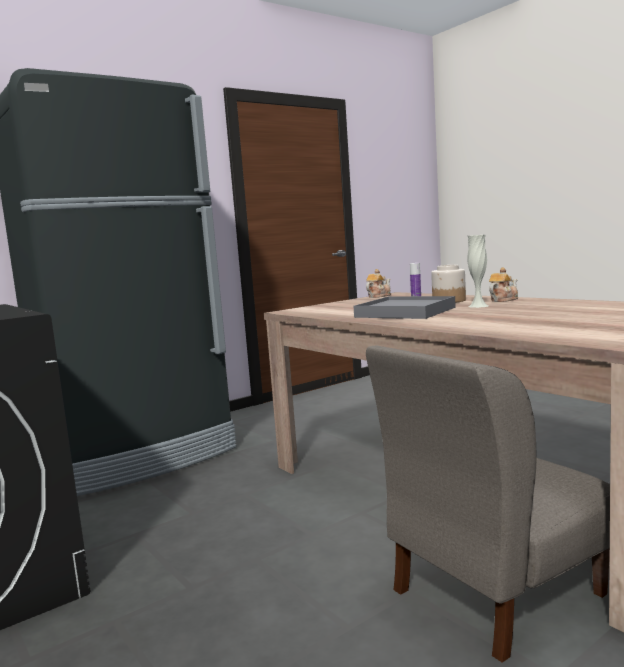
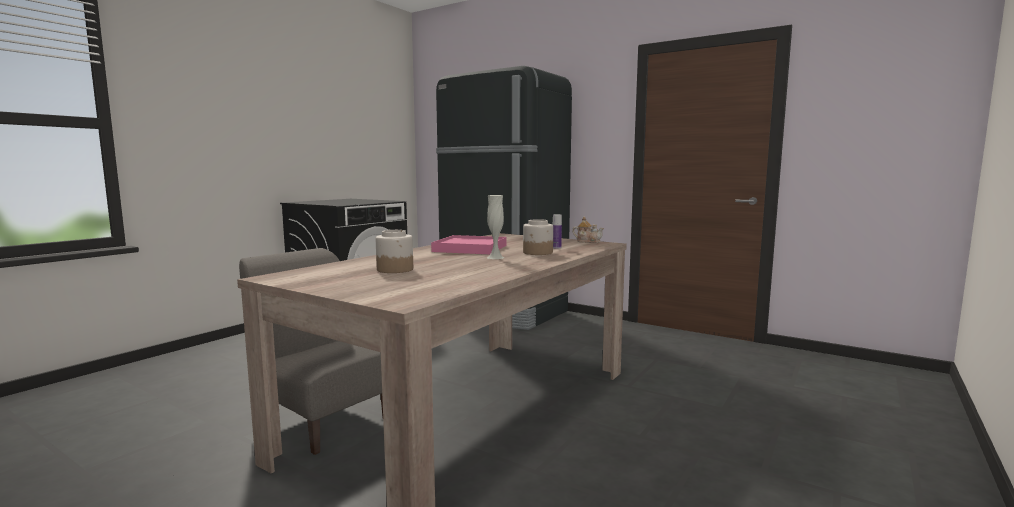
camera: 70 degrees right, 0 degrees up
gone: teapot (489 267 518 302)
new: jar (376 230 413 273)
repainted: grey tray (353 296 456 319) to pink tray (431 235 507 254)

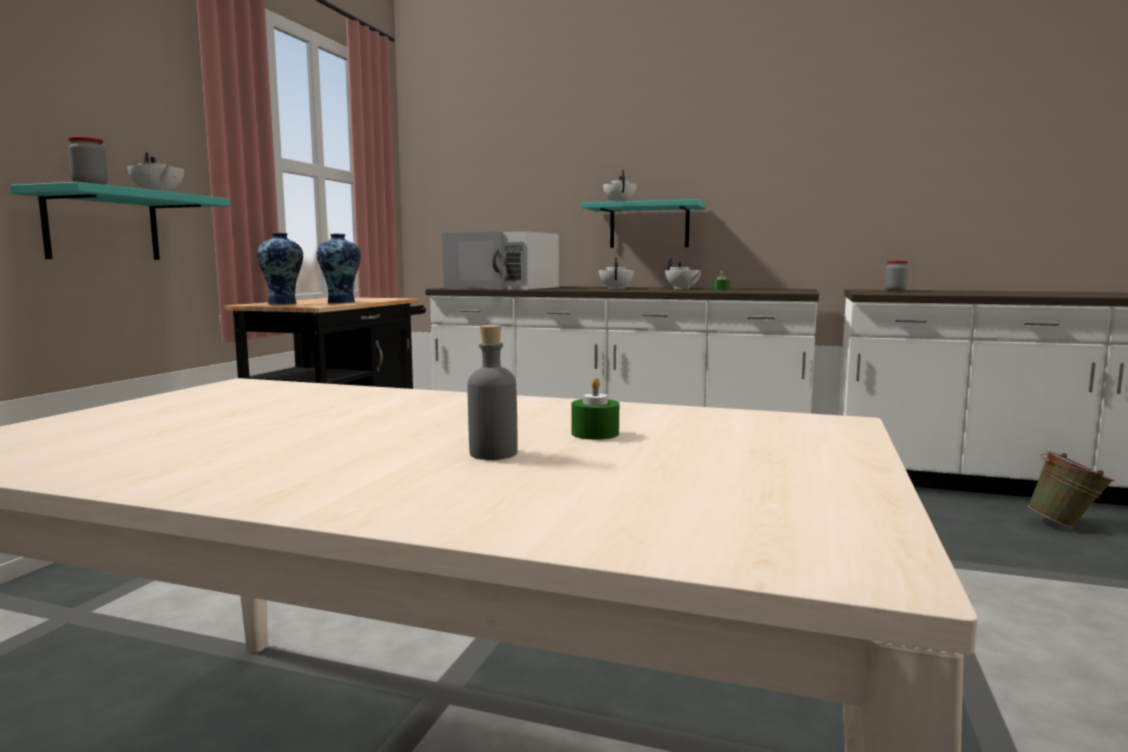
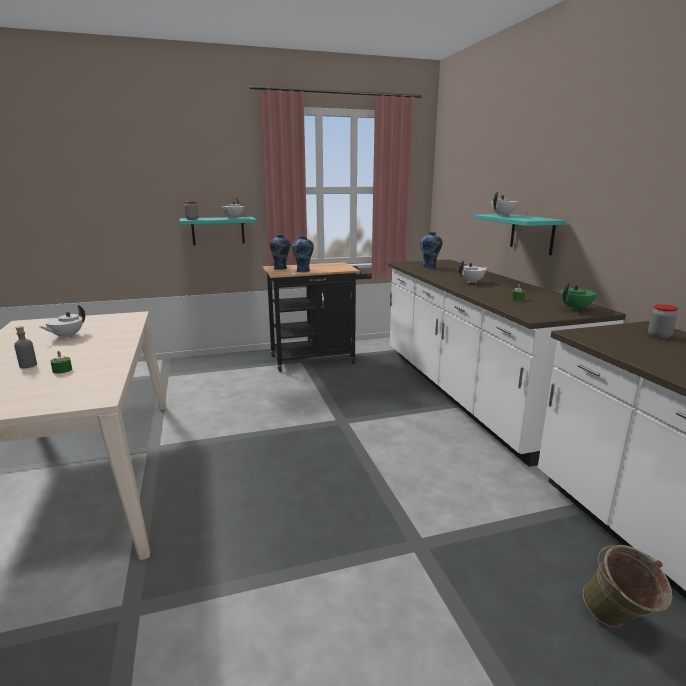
camera: 55 degrees right, 10 degrees up
new: green teapot (560 282 596 311)
shifted: white teapot (665 257 701 290) to (40 305 85 339)
swapped: white microwave (442 231 559 289) to vase (420 232 443 268)

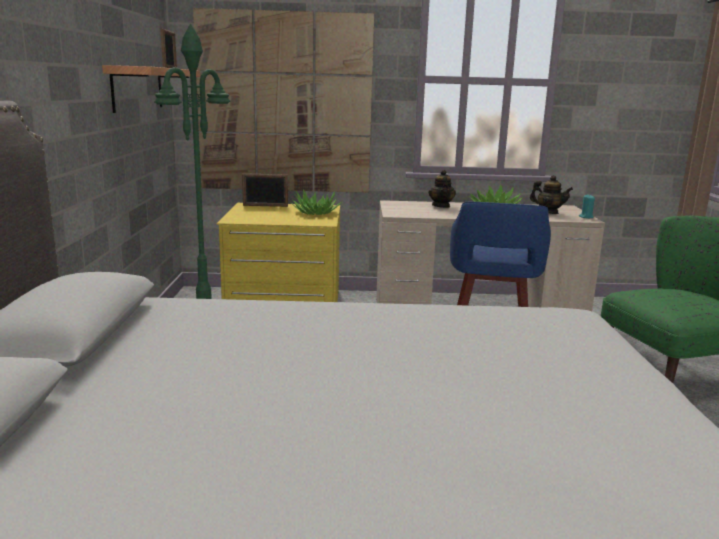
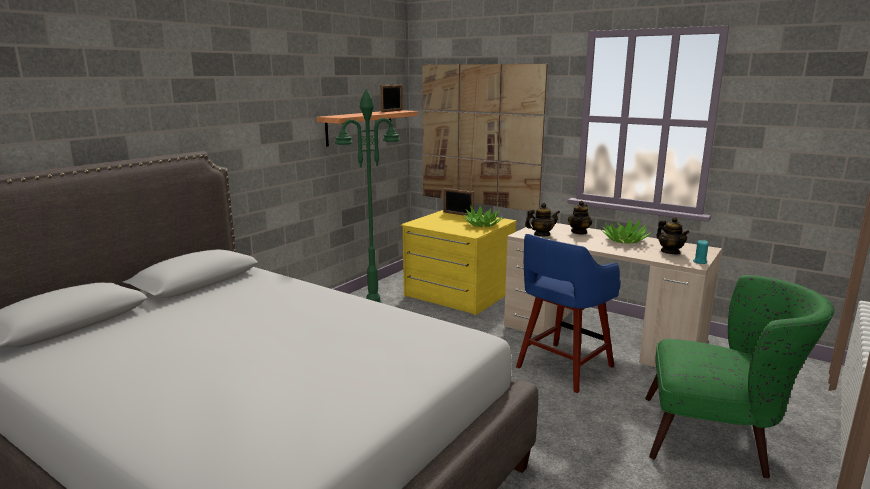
camera: 35 degrees right, 0 degrees up
new: teapot (525 203 560 236)

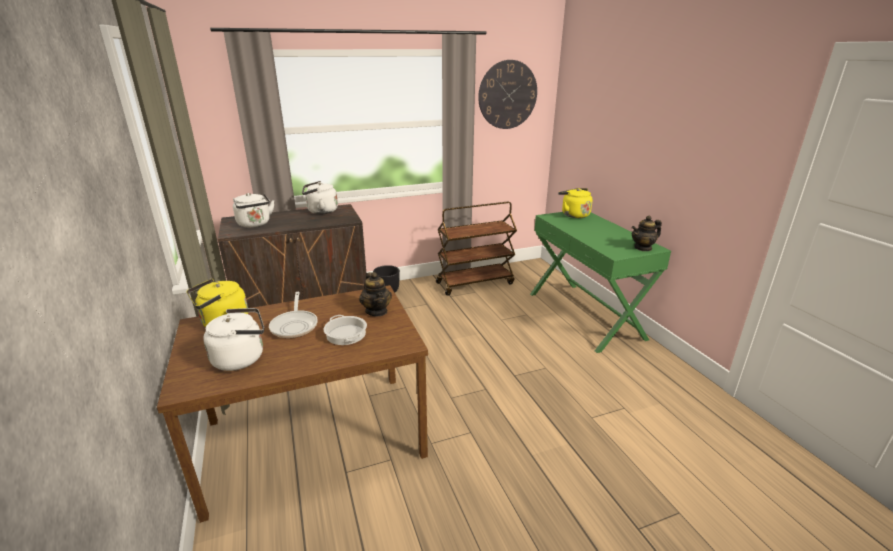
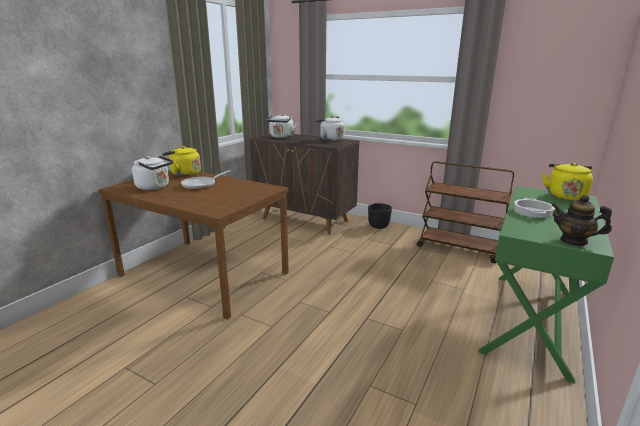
camera: 50 degrees right, 5 degrees down
gone: teapot (359 272 392 316); wall clock (478 60 537 129)
shifted: cooking pot (324 315 367 345) to (514 198 555 218)

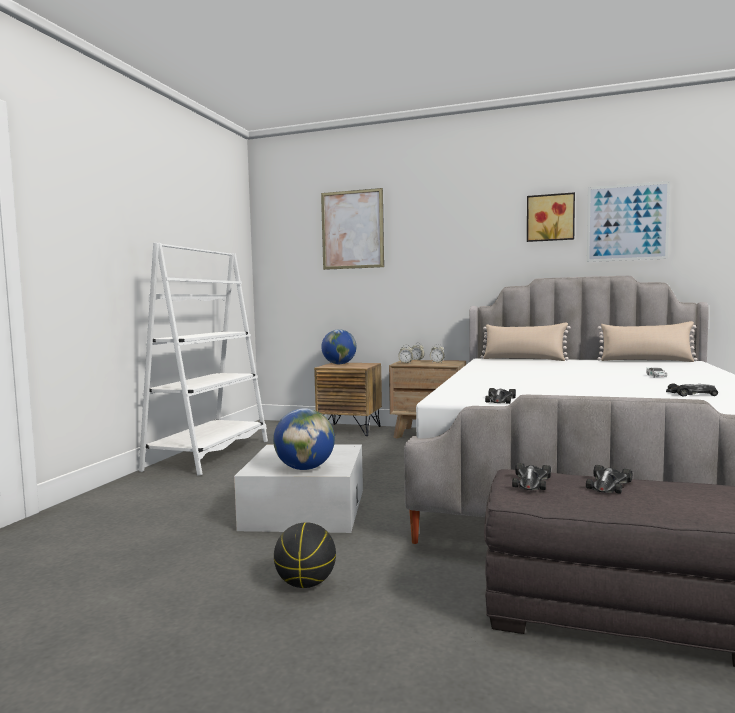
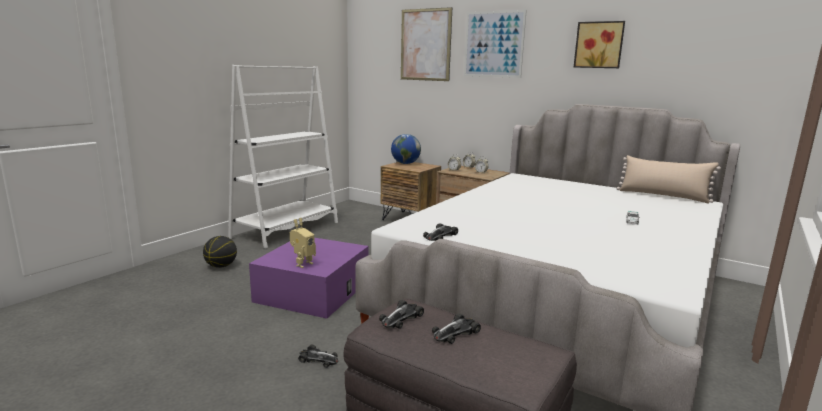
camera: 15 degrees right, 10 degrees up
gone: beige pillow (480 322 571 361)
shifted: basketball (274 522 336 588) to (203 236 237 268); toy car (666 383 718 397) to (298 345 338 368); picture (587 181 670 262) to (464 10 527 78)
swapped: globe (273 408 335 470) to toy robot (290 218 316 268)
repainted: white storage box (234 445 363 533) to purple storage box (249 238 368 319)

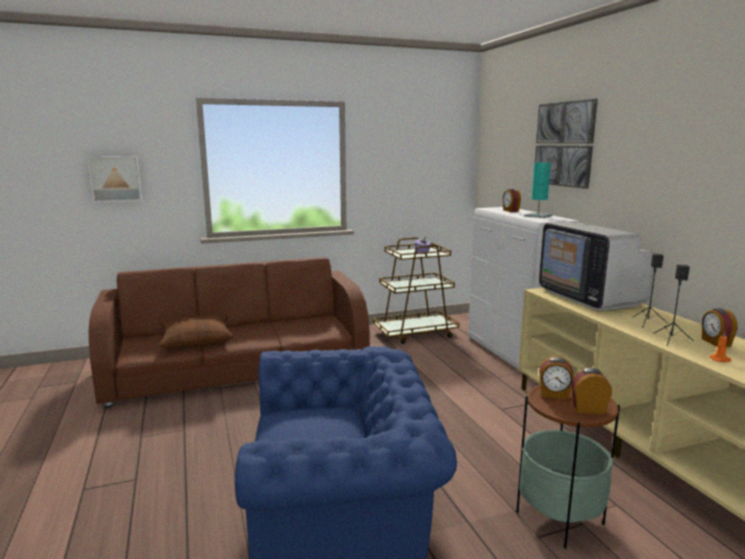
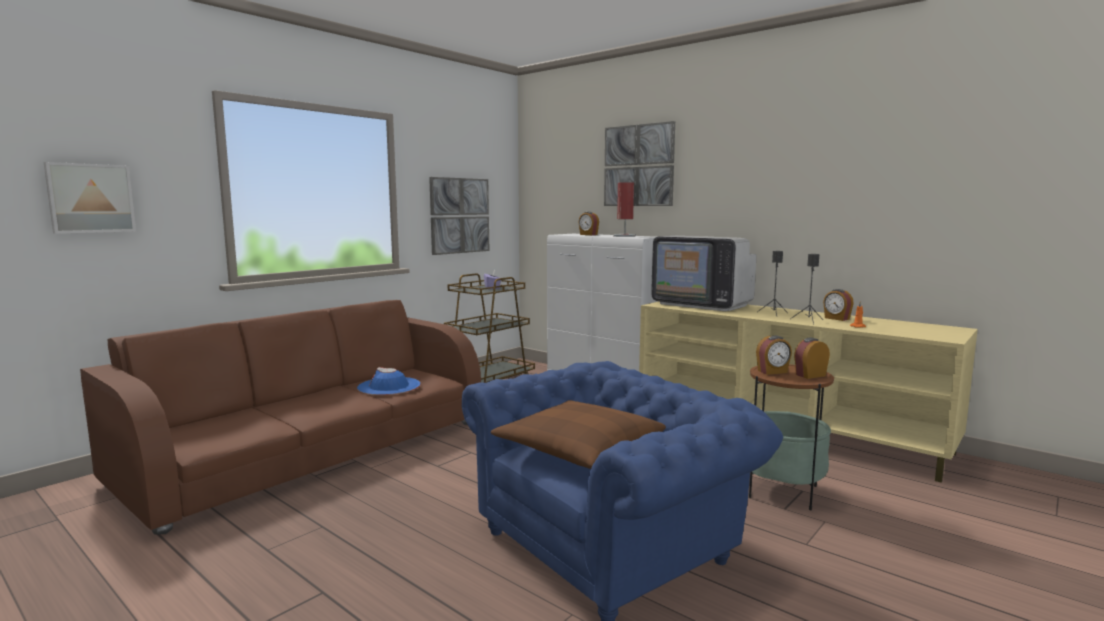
camera: 30 degrees left, 5 degrees down
new: blue hat (357 367 420 395); picture (429 177 489 255)
shifted: brown pillow (158 315 234 348) to (491 400 666 469)
repainted: turquoise table lamp (524 163 552 218) to red table lamp (613 182 636 237)

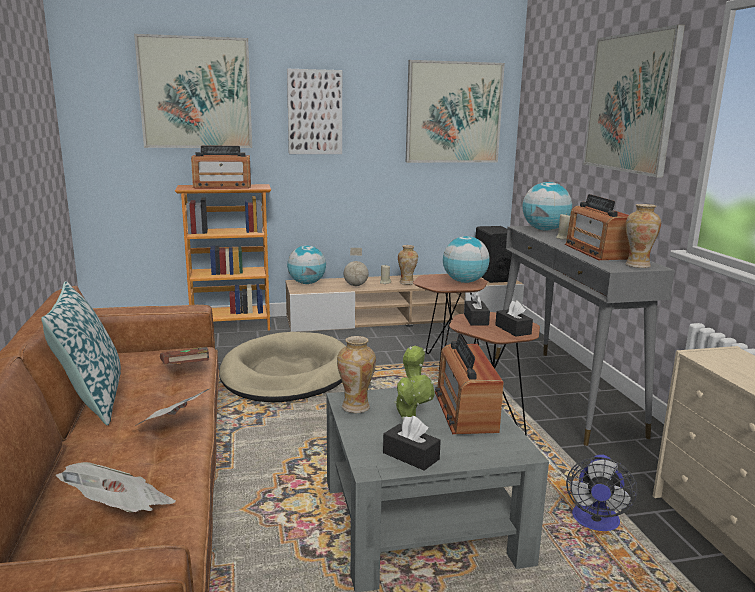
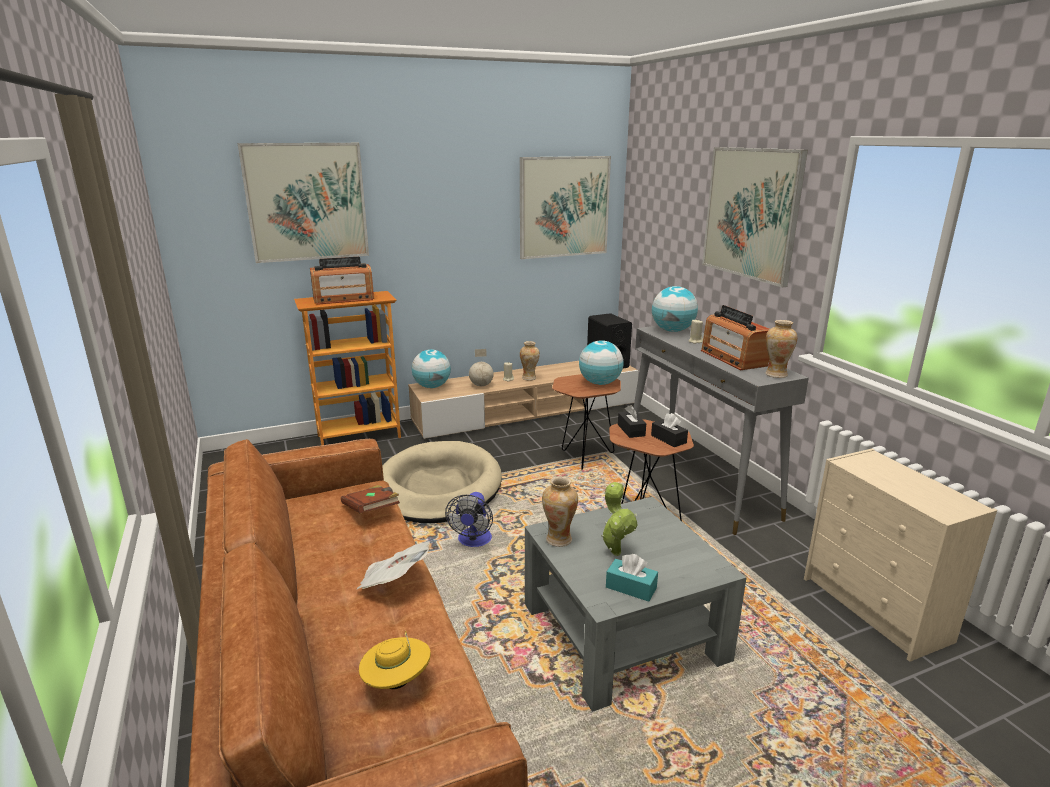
camera: 10 degrees left, 5 degrees up
gone: pillow (41 281 121 426); picture (287 69 342 154); radio (435 334 504 434)
shifted: fan (566 455 638 531) to (445 492 493 547)
swapped: newspaper (56 462 176 513) to yellow hat (359 631 431 689)
repainted: black tissue box (383 416 441 471) to turquoise tissue box (606 554 658 602)

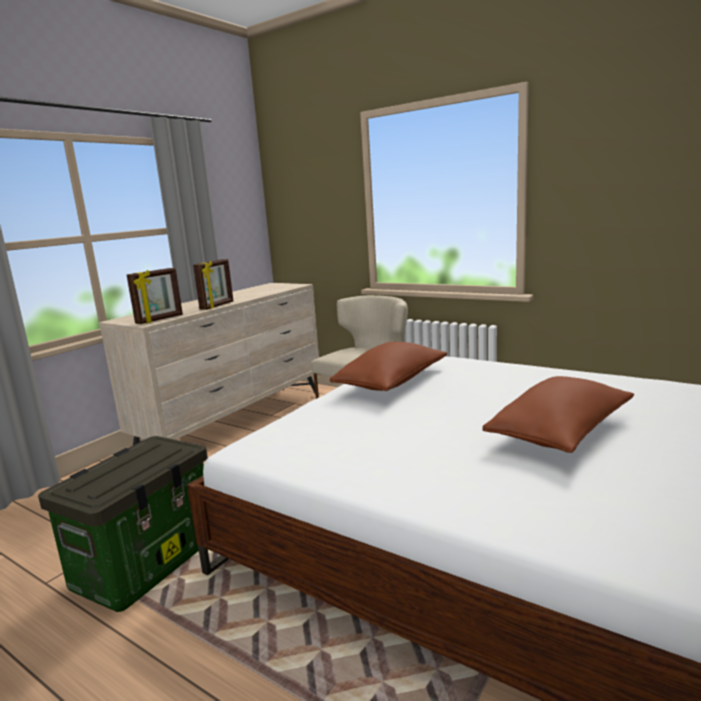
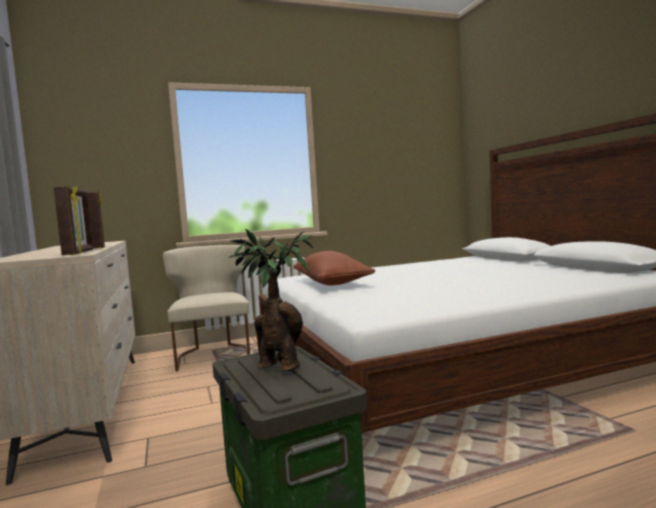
camera: 55 degrees left, 10 degrees down
gone: brown pillow (482 376 634 453)
new: potted plant (228 229 313 371)

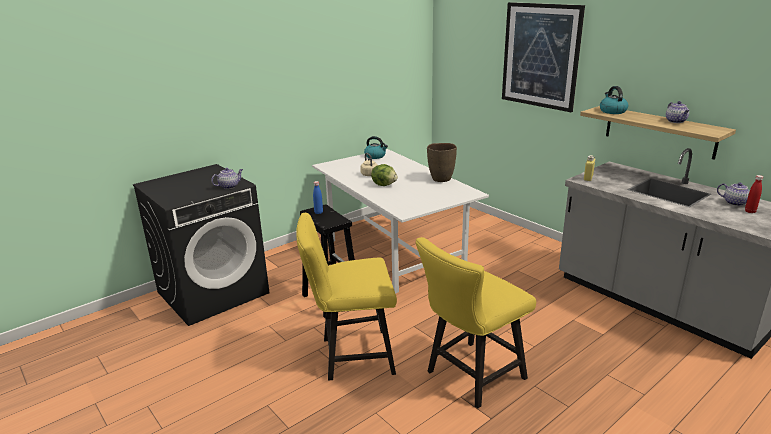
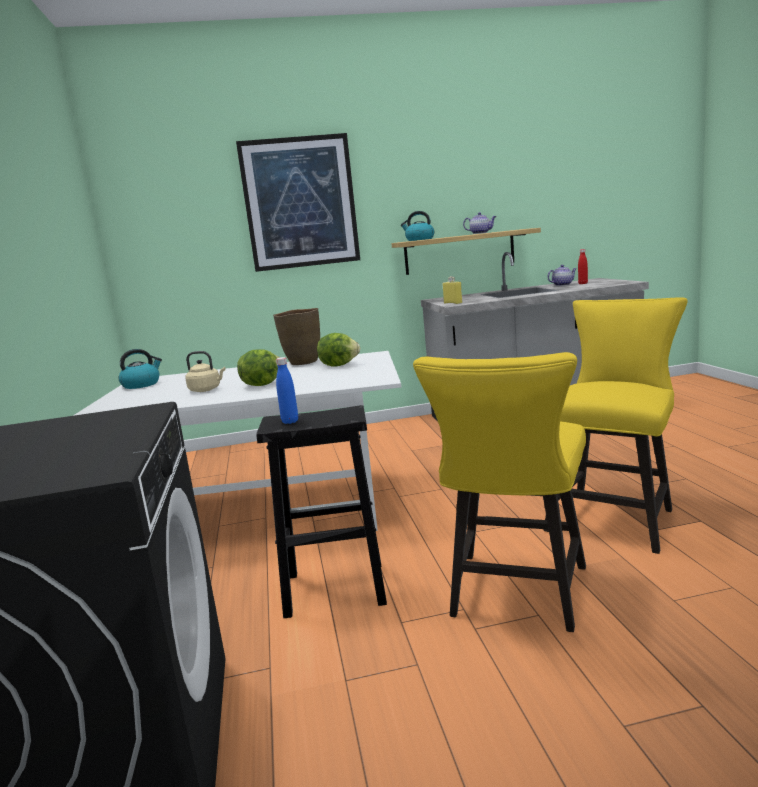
camera: 60 degrees left, 10 degrees down
gone: teapot (211 168 243 189)
new: lettuce (317 333 360 366)
rotated: yellow chair (416 237 536 409) = (544 297 687 554) 135 degrees counterclockwise

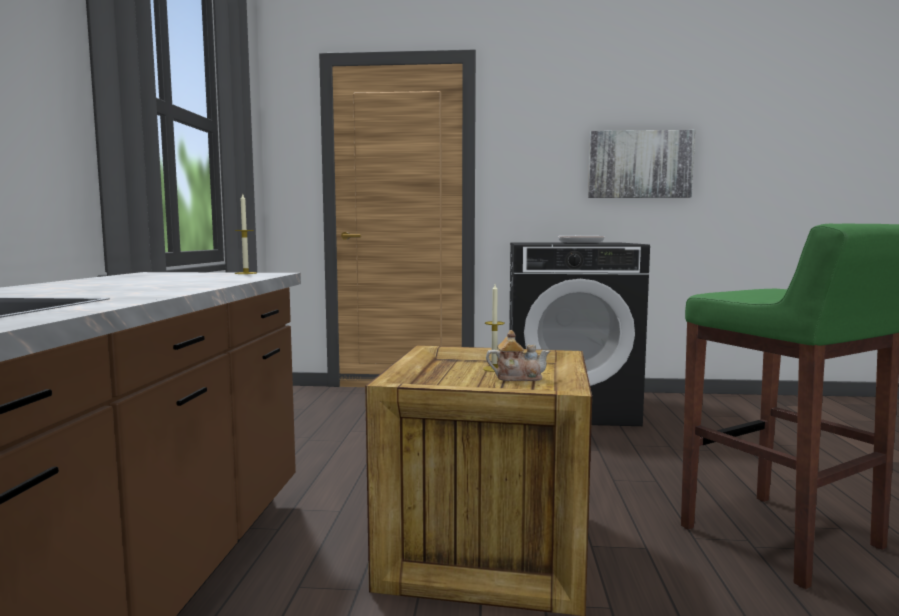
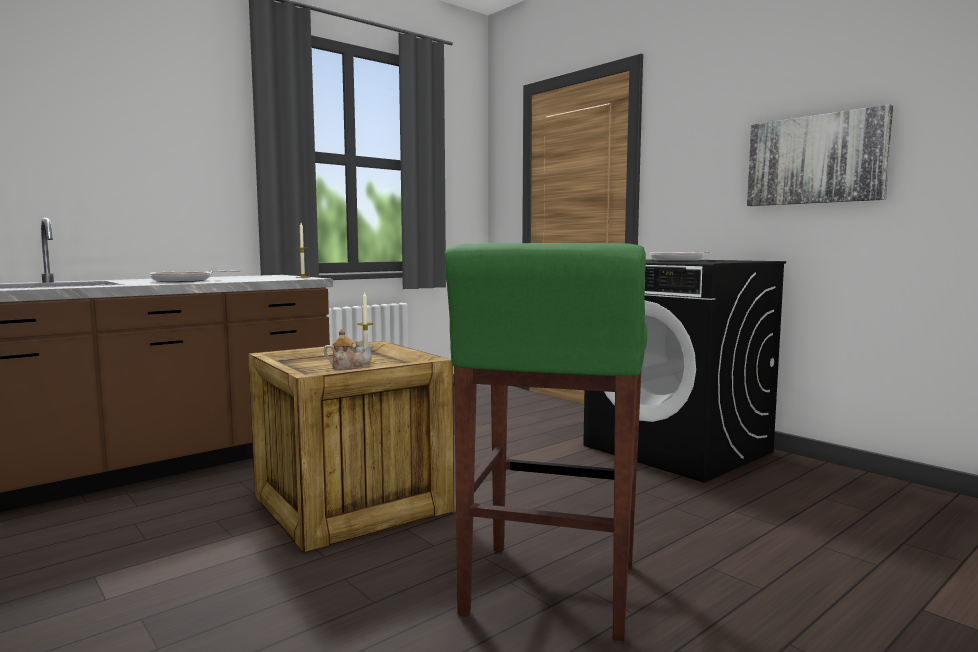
camera: 45 degrees right, 0 degrees up
new: frying pan (150 270 241 282)
rotated: teapot (486 330 550 381) = (324 329 374 370) 45 degrees counterclockwise

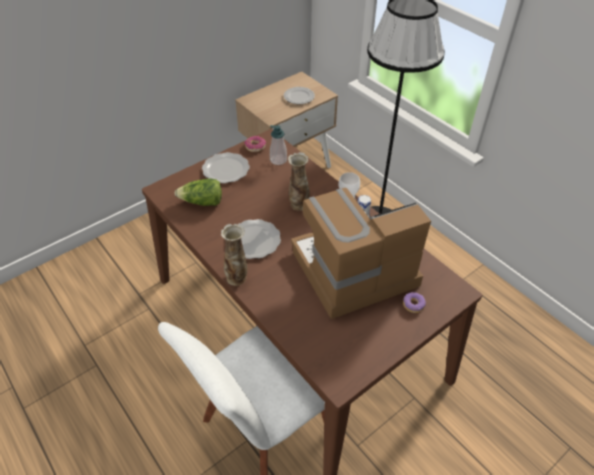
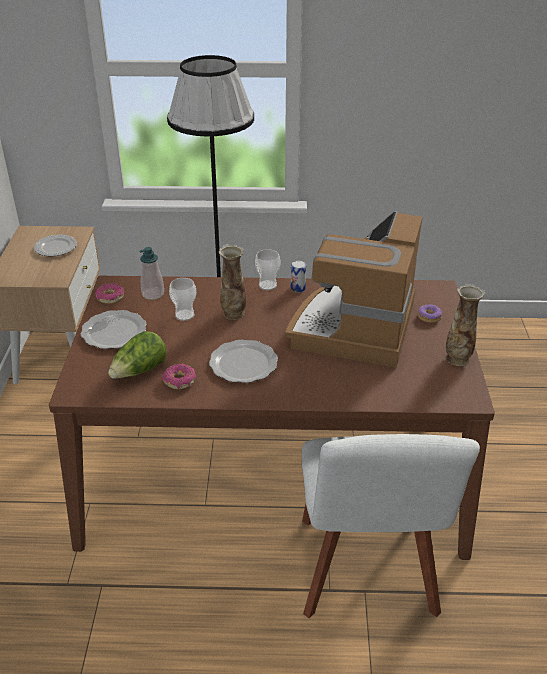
camera: 50 degrees left, 10 degrees down
new: donut (162 363 196 389); cup (169 278 196 321)
shifted: vase (221 224 248 286) to (446 284 485 366)

